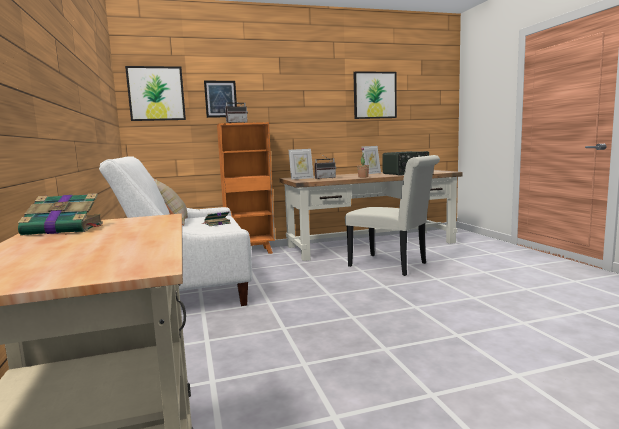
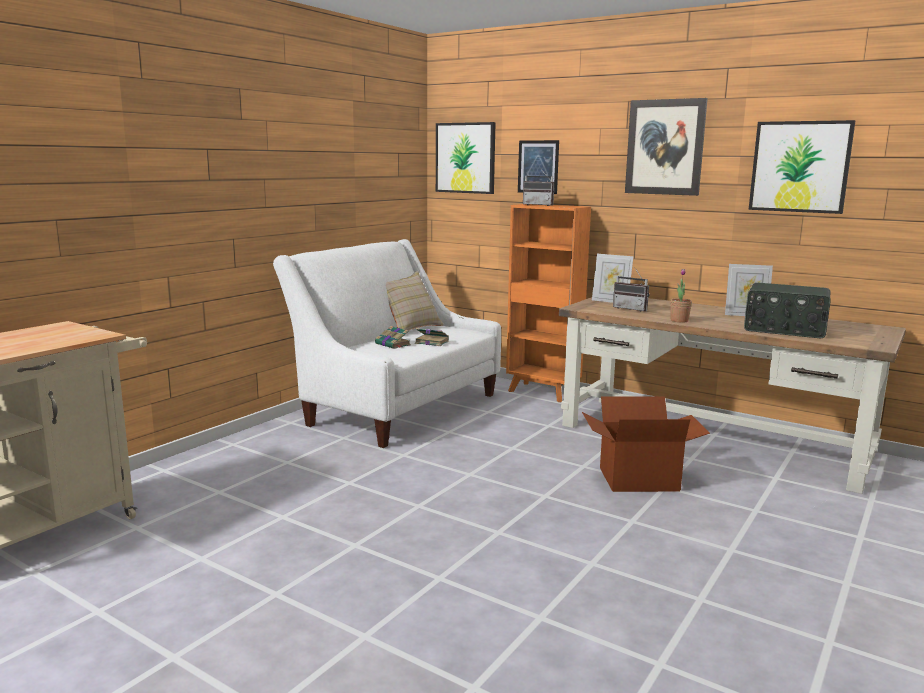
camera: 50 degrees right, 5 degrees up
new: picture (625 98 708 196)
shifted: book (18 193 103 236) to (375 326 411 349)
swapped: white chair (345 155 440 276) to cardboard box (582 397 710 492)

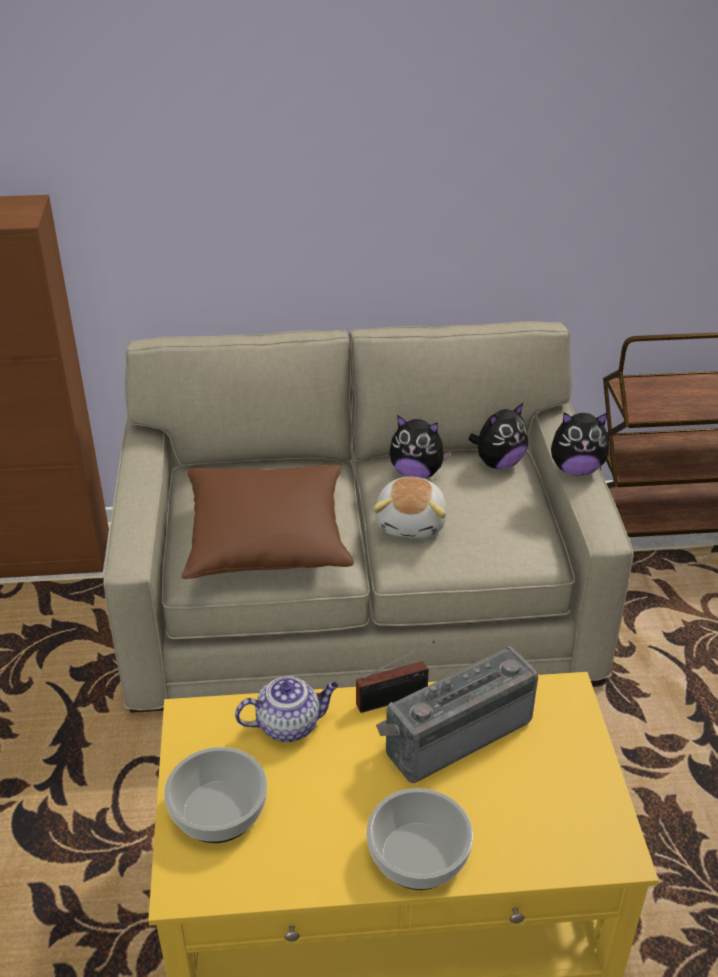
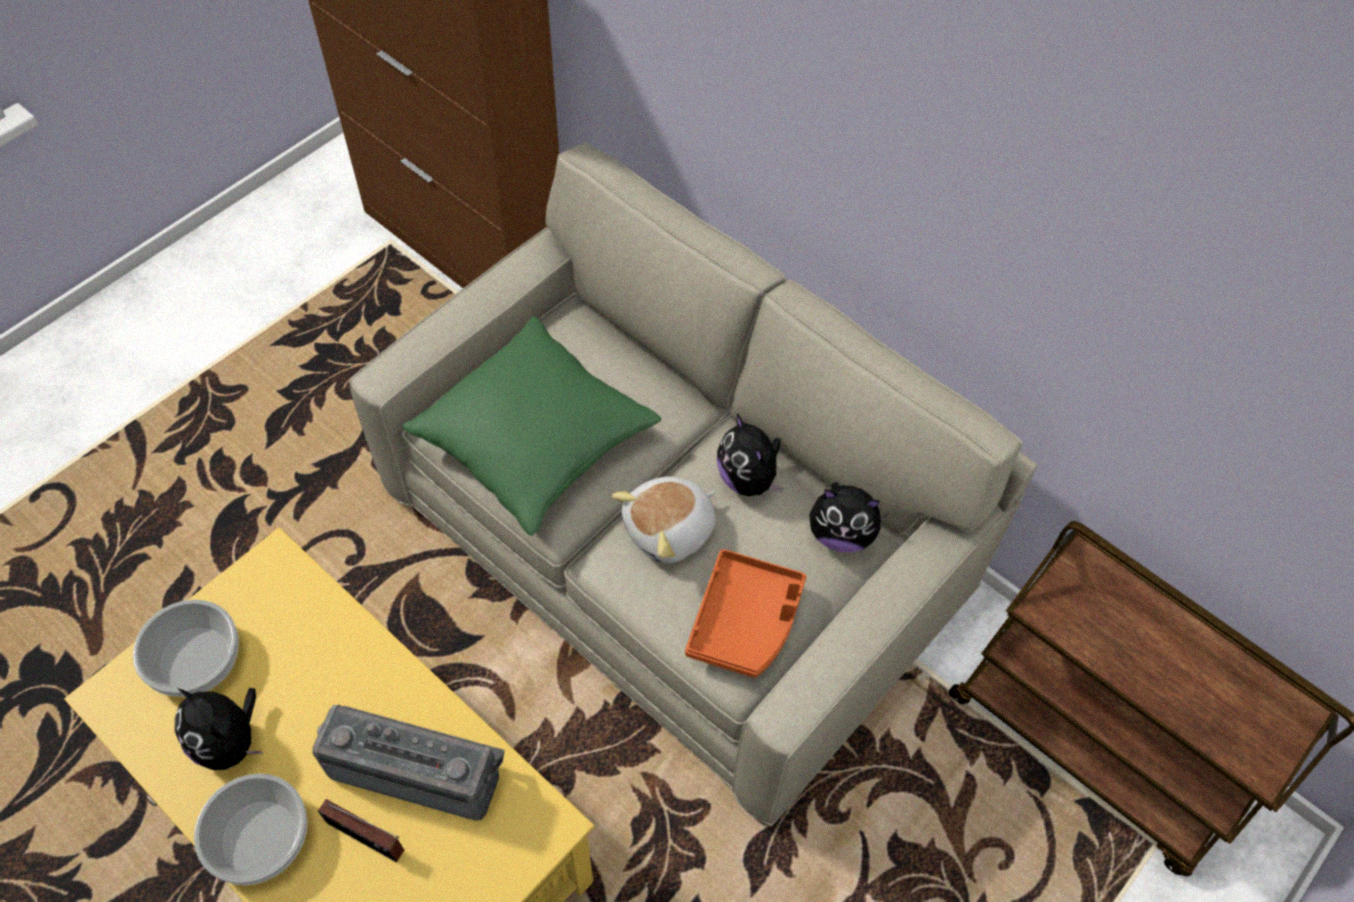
camera: 45 degrees right, 20 degrees up
gone: teapot (235 676 339 742)
new: orange tray (685 549 807 678)
shifted: plush toy (551 412 610 475) to (175 688 263 770); radio (356 641 435 713) to (318 799 404 862)
repainted: brown pillow (181 465 354 579) to green pillow (402 316 661 536)

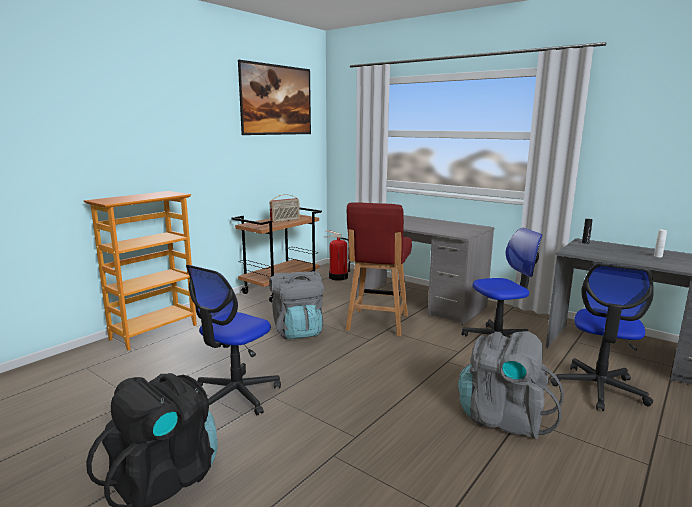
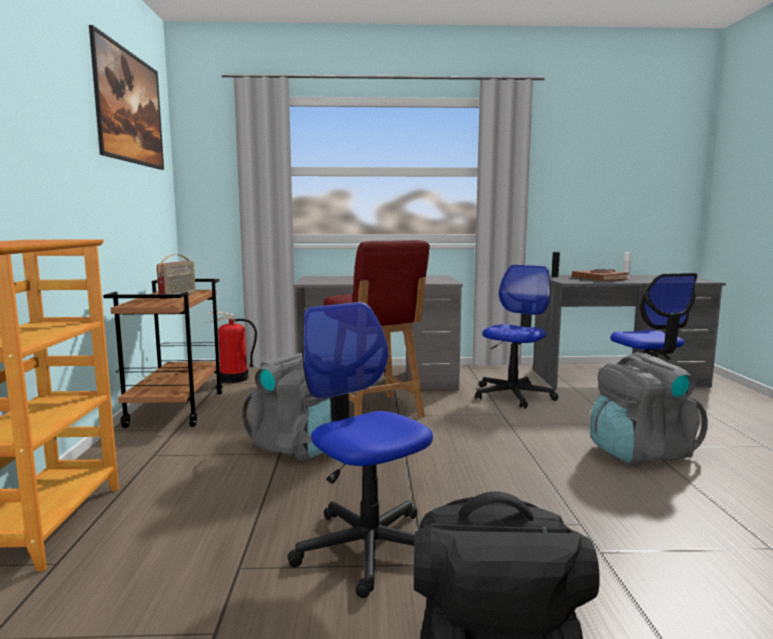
camera: 40 degrees left, 5 degrees down
new: brown book (572 269 629 281)
rotated: office chair (186 265 281 415) = (287 302 433 598) 150 degrees clockwise

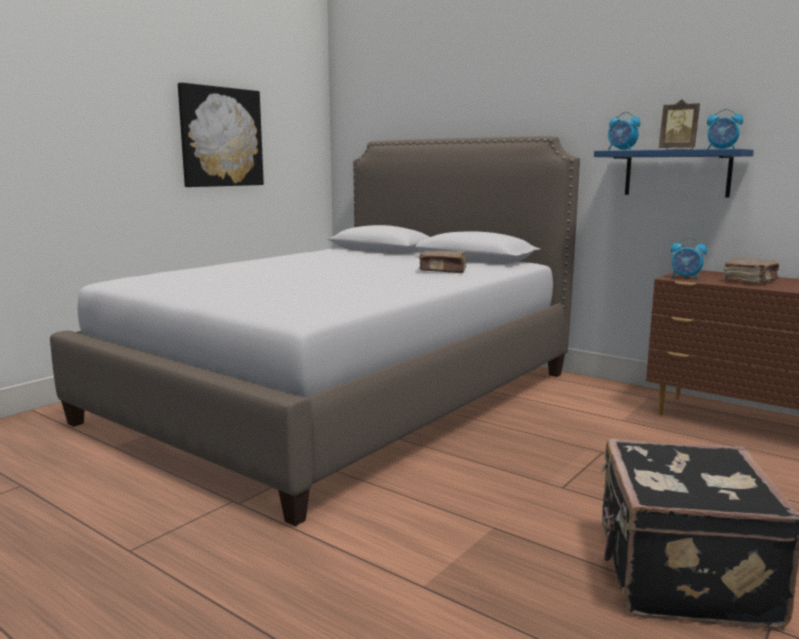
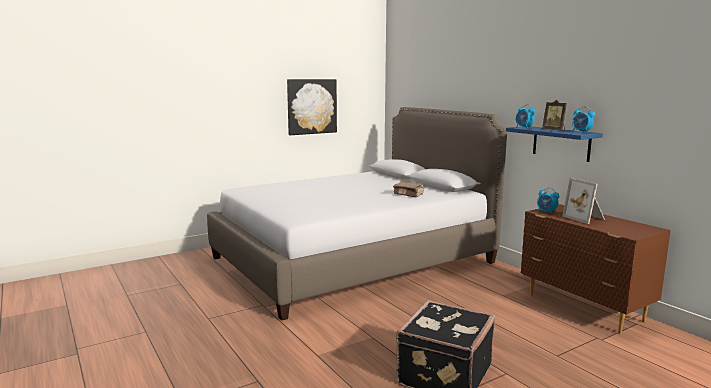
camera: 20 degrees right, 0 degrees up
swapped: brown book (724 257 779 283) to picture frame (562 178 605 224)

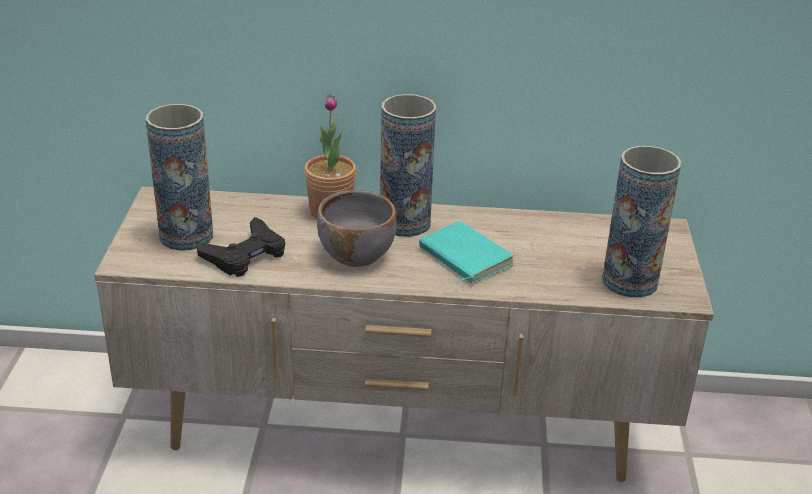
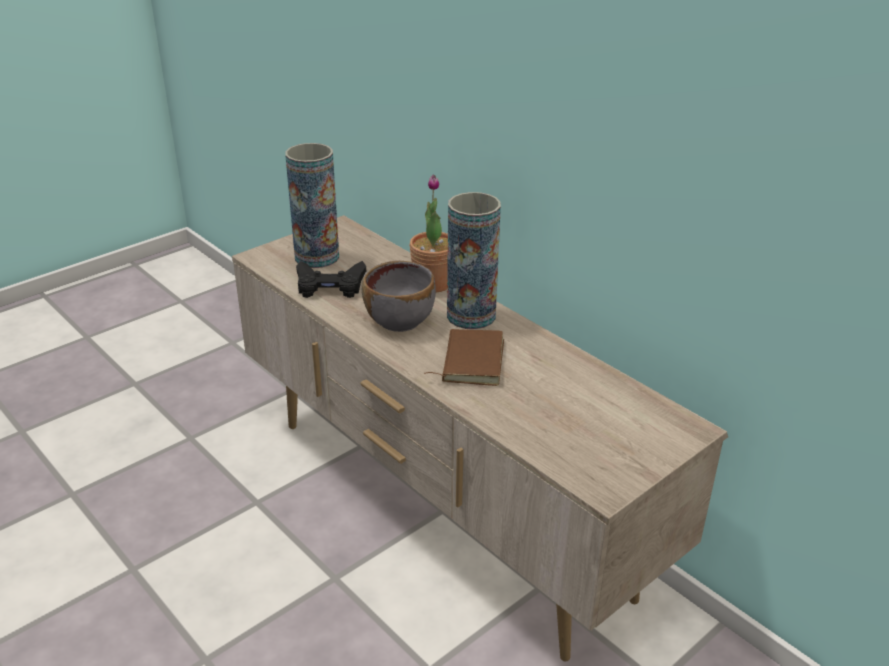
camera: 45 degrees right, 0 degrees up
gone: vase (602 146 681 297)
repainted: turquoise book (419 221 514 284) to brown book (424 329 504 386)

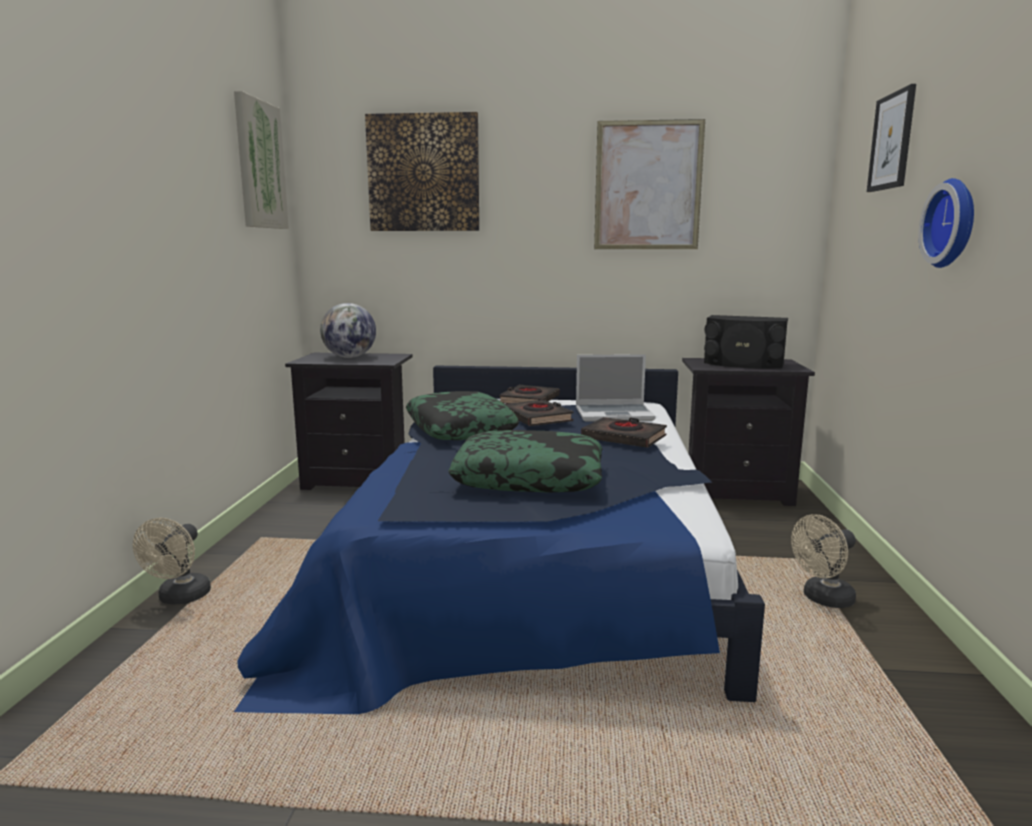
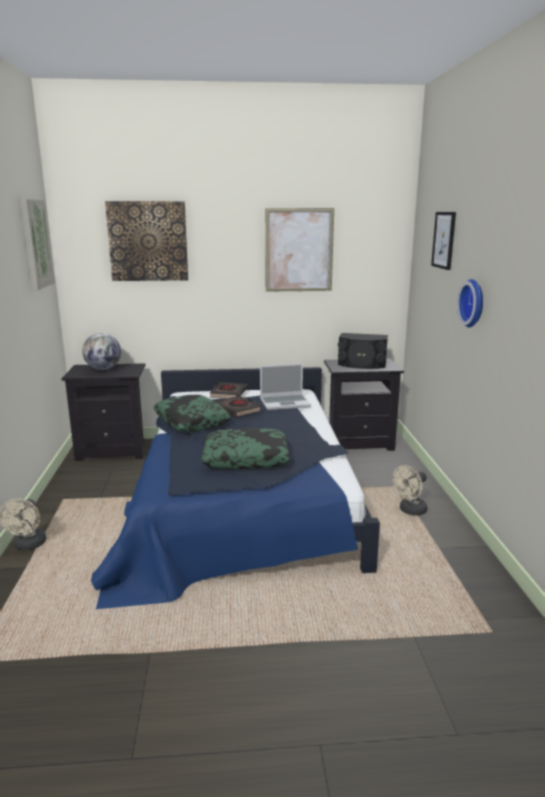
camera: 10 degrees left, 5 degrees up
gone: black book (581 417 667 448)

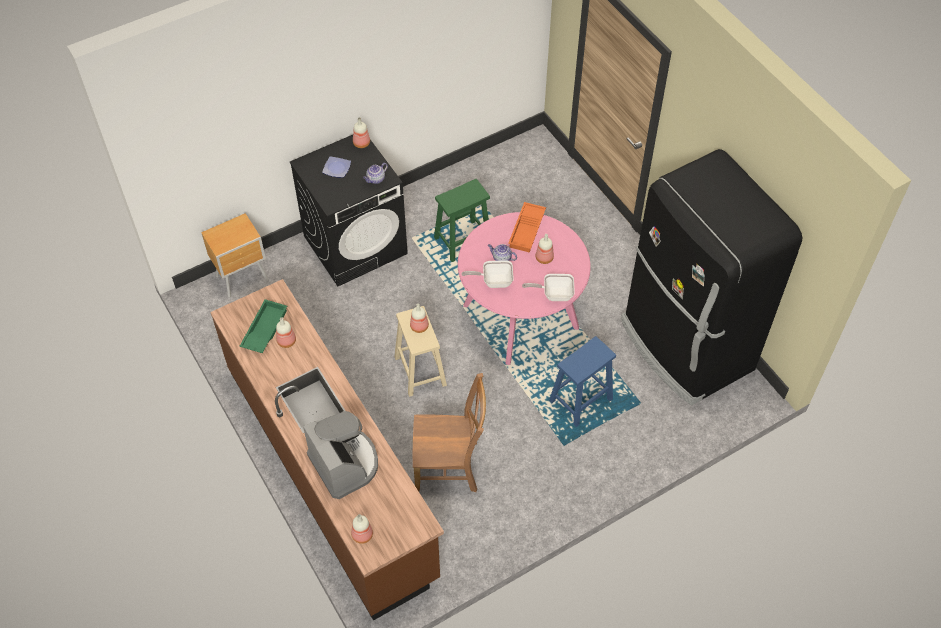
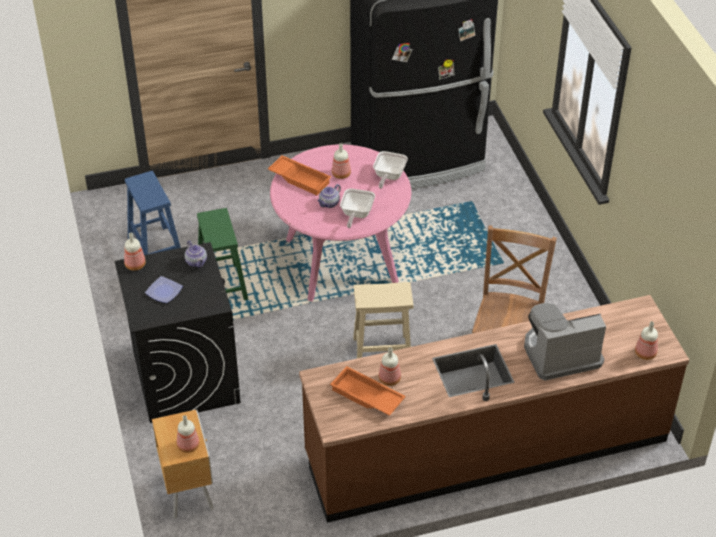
camera: 75 degrees left, 10 degrees down
shifted: blue stool (549 336 616 427) to (125 171 181 255); bottle (410 304 429 333) to (177 415 199 453)
repainted: green tray (240 299 287 353) to orange tray (330 366 406 416)

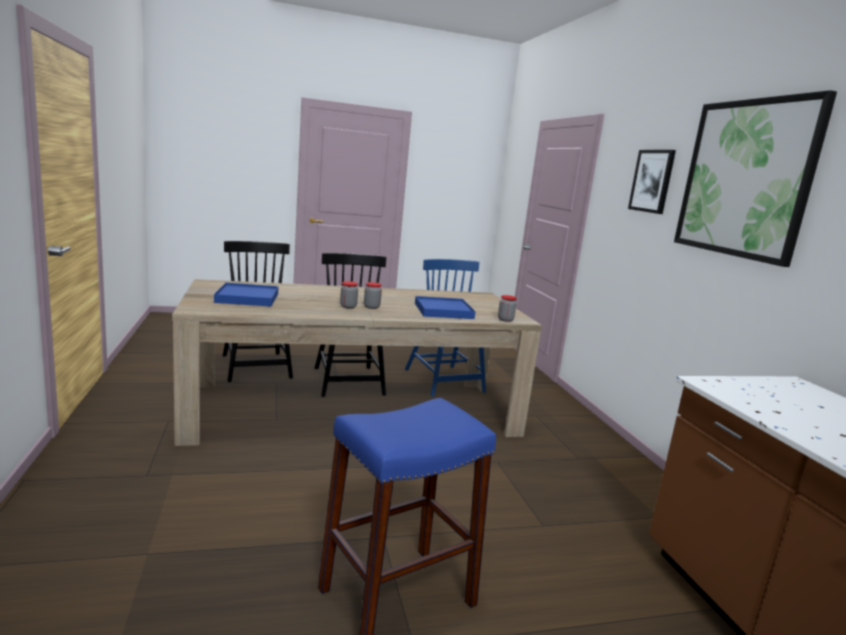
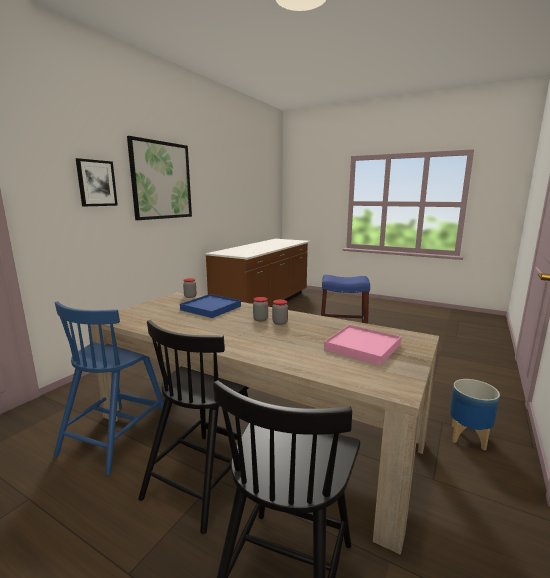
camera: 135 degrees left, 0 degrees up
new: planter (450 379 500 451)
repainted: blue tray (214 283 278 307) to pink tray (324 325 401 366)

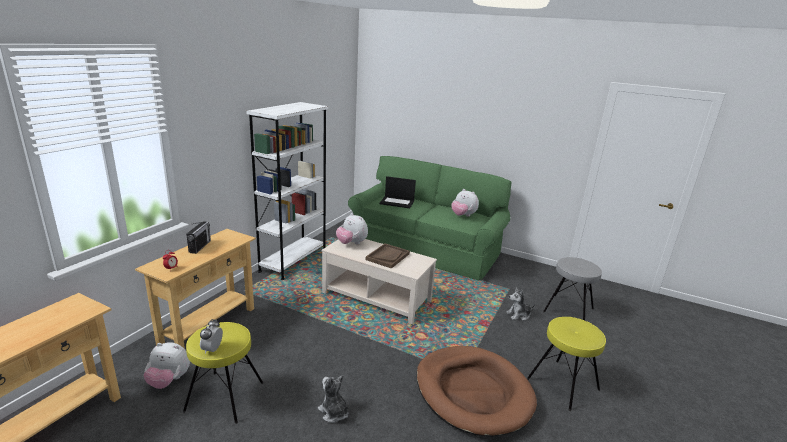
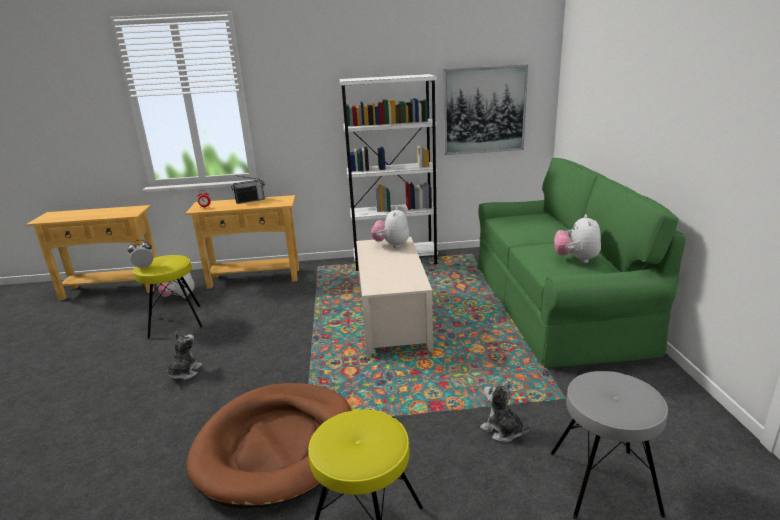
camera: 60 degrees right, 0 degrees up
gone: brown tray (366 243 410 269); laptop (379 176 416 208)
new: picture (444 65 528 155)

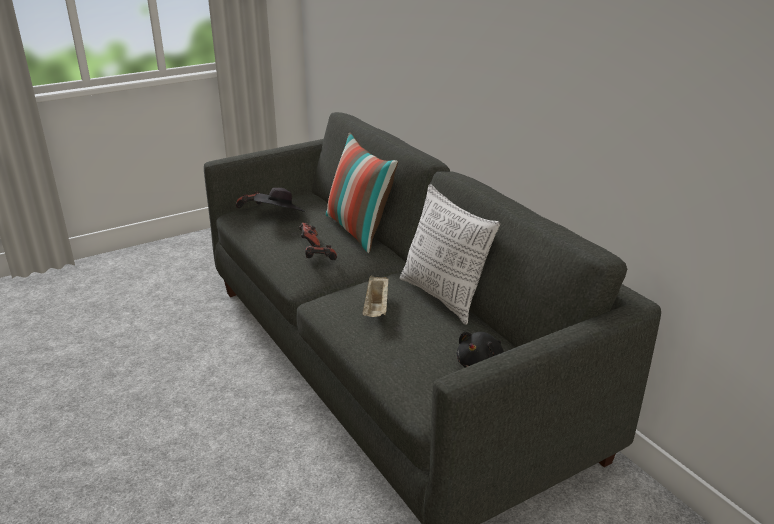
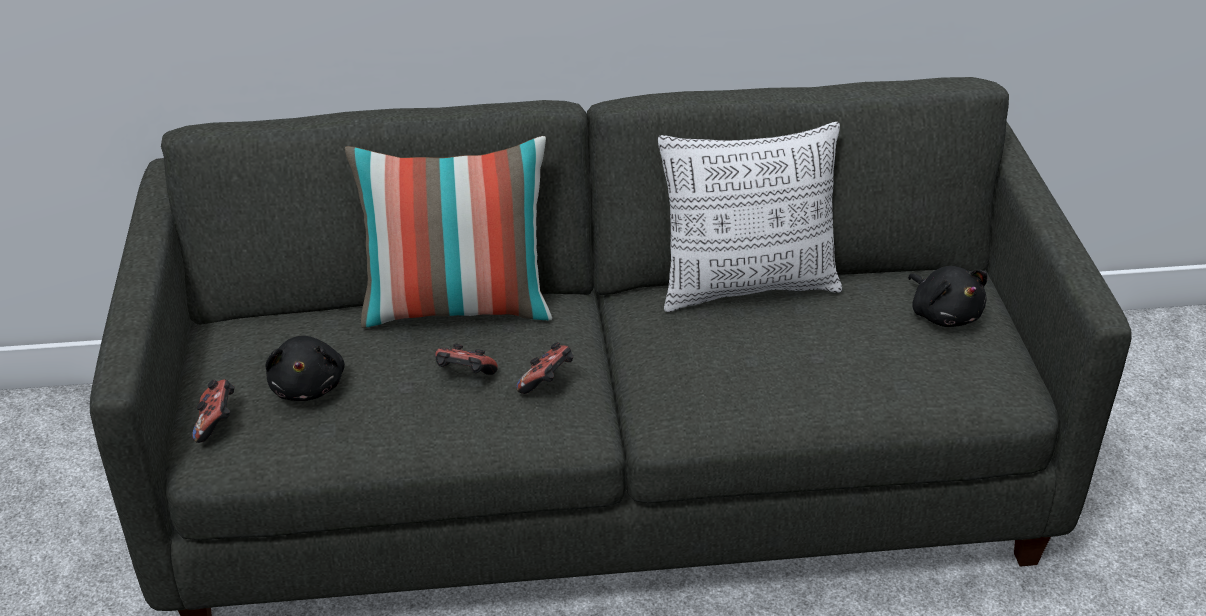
camera: 65 degrees left, 10 degrees up
gone: beige tray (362 275 389 317)
swapped: black hat (254 188 305 211) to black plush toy (265 336 345 401)

